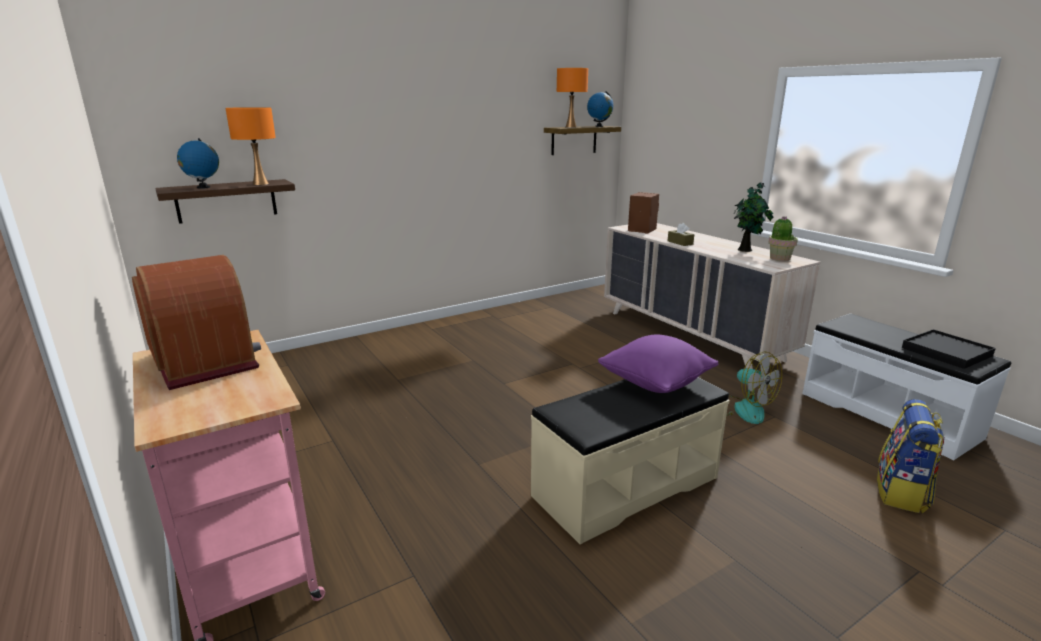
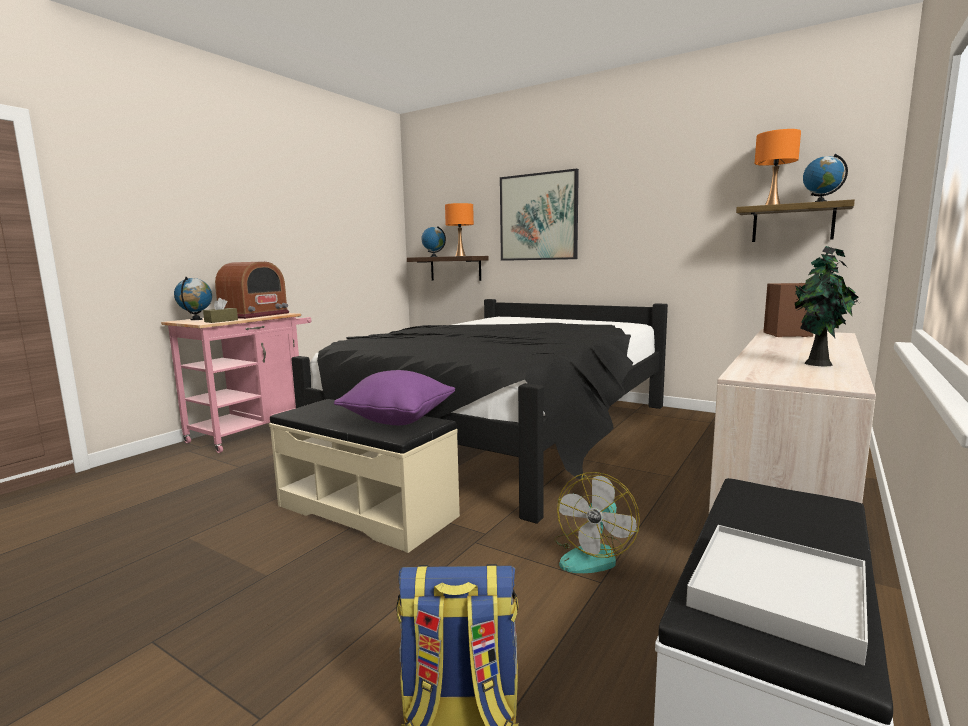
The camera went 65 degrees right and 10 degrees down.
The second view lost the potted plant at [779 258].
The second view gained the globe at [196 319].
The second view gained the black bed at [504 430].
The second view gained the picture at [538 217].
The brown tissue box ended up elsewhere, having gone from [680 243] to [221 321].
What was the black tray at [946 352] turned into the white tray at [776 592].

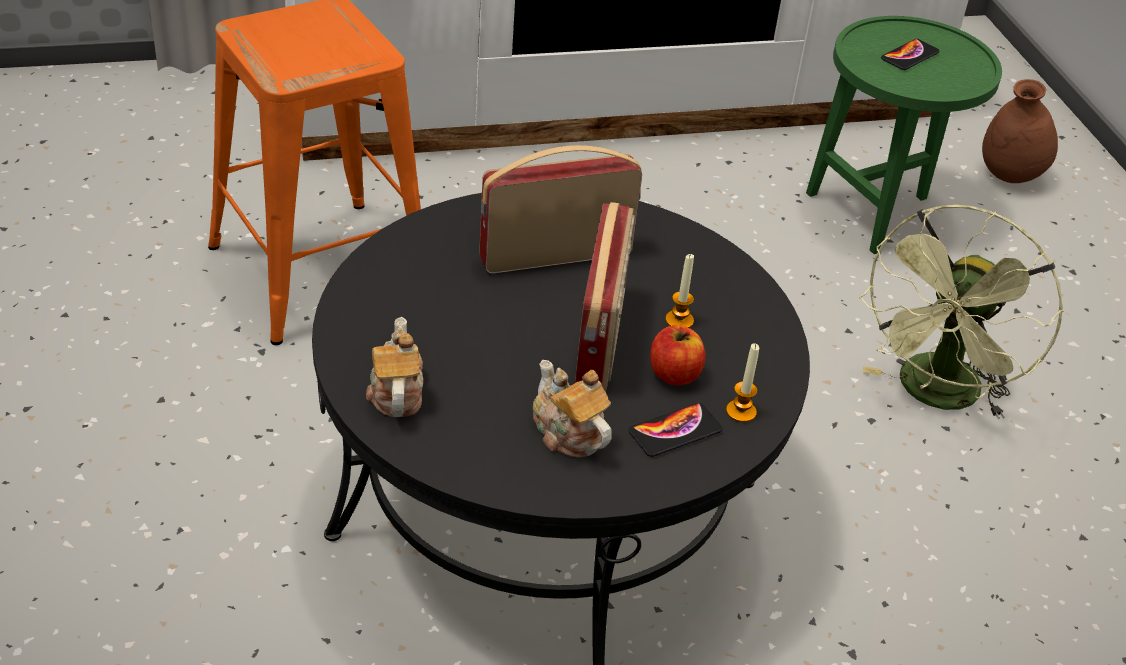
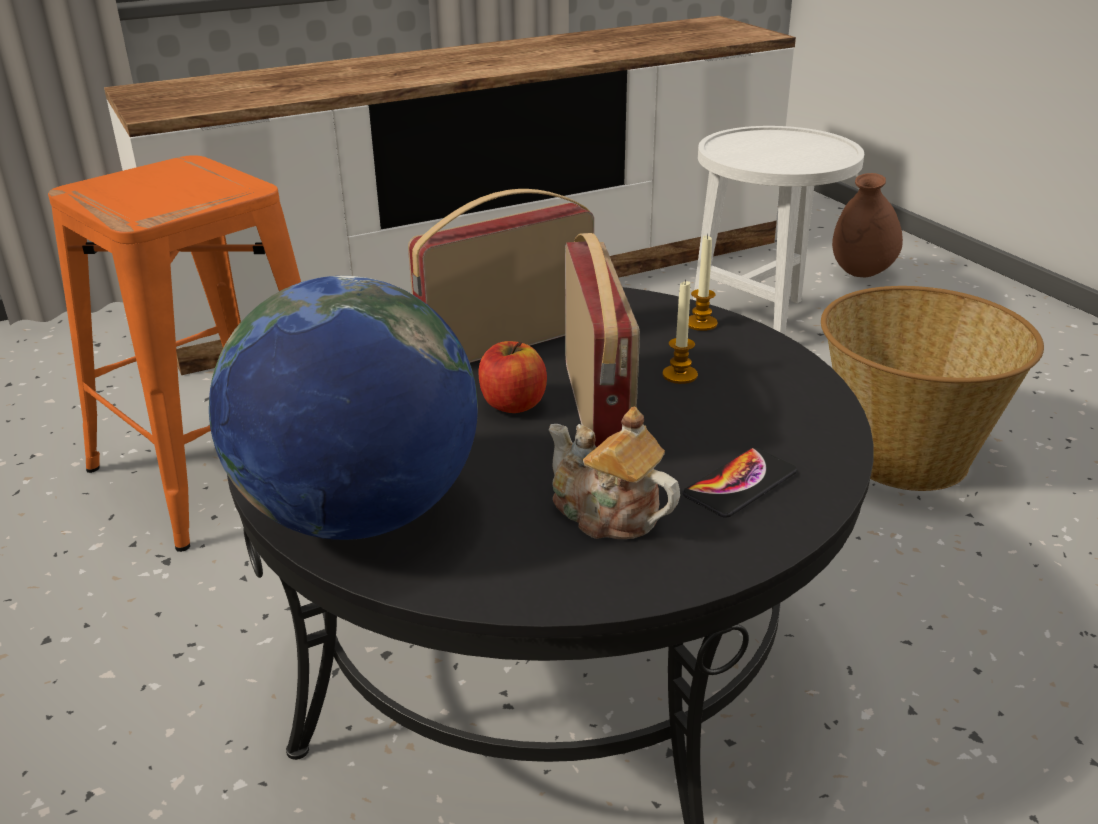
The camera went 10 degrees left and 10 degrees down.
The second view lost the phone at [909 56].
The apple ended up elsewhere, having gone from [674 374] to [513 404].
The candle ended up elsewhere, having gone from [741 412] to [701 323].
Where the teapot stood at [396 392], the globe came to stand at [359 514].
Where the green fan stood at [935 396], the basket came to stand at [905 455].
What was the green side table at [877 211] turned into the white side table at [763 317].

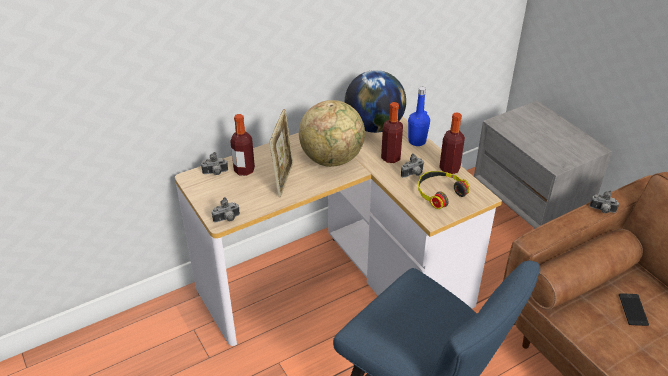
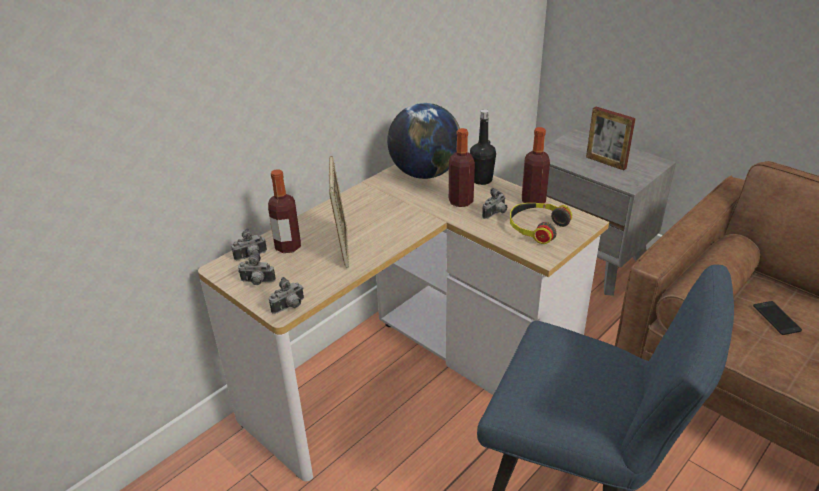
The camera went 15 degrees left and 5 degrees down.
The second view lost the globe at [332 159].
The second view gained the picture frame at [606 162].
The photo camera ended up elsewhere, having gone from [602 210] to [257 282].
What was the blue bottle at [417 141] turned into the black bottle at [481 180].

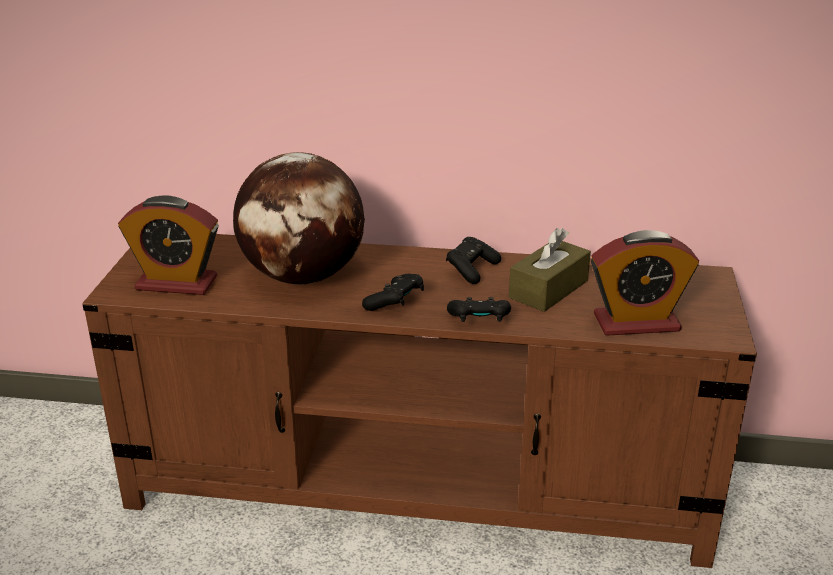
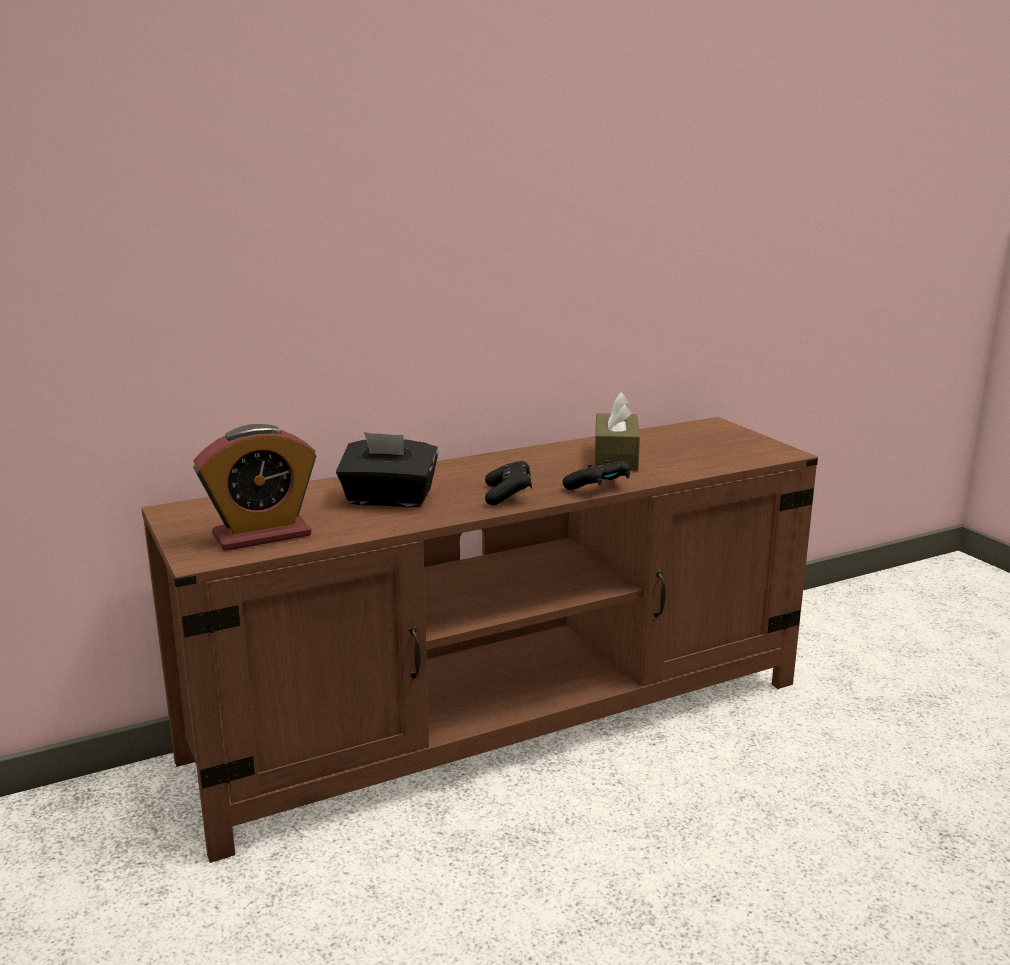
The camera went 35 degrees left and 10 degrees down.
The second view lost the black game controller at [471 270].
The second view lost the alarm clock at [636 323].
Where the globe stood at [303 277], the black tissue box came to stand at [389 499].

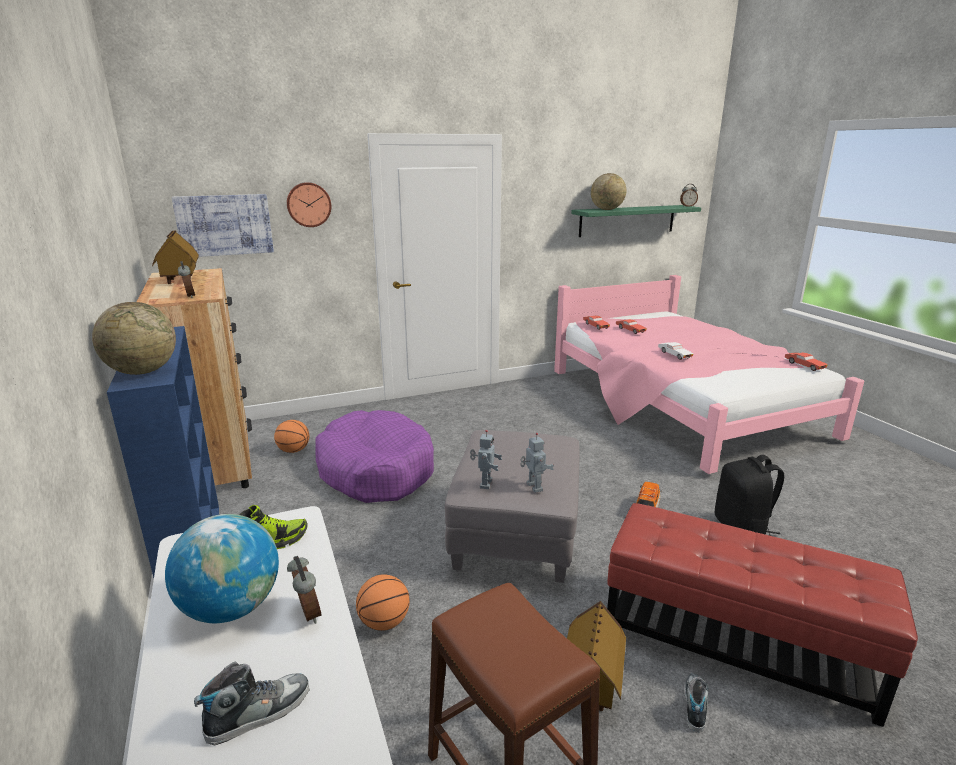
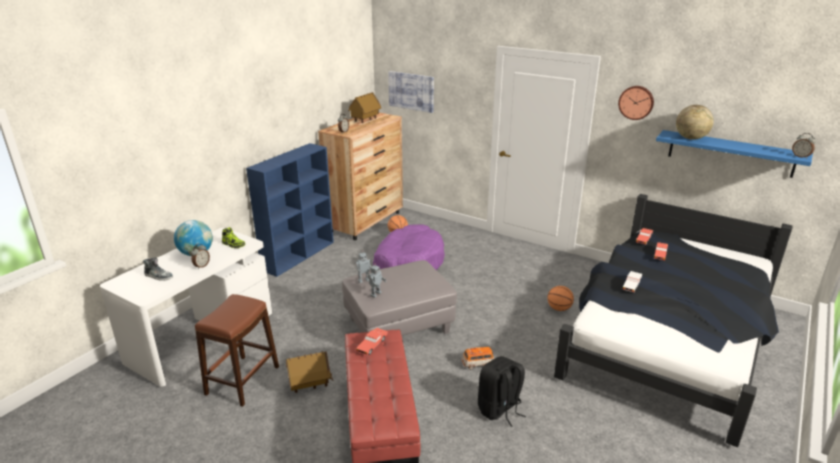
The camera went 55 degrees right and 5 degrees up.
The second view lost the globe at [142 372].
The second view lost the shoe at [694 705].
The wall clock ended up elsewhere, having gone from [308 204] to [636 102].
The basketball ended up elsewhere, having gone from [384 622] to [559 309].
The red toy car ended up elsewhere, having gone from [804 365] to [372 345].
What was the pink bed at [681 405] turned into the black bed at [668 340].
What was the green shelf at [627 220] turned into the blue shelf at [730 153].

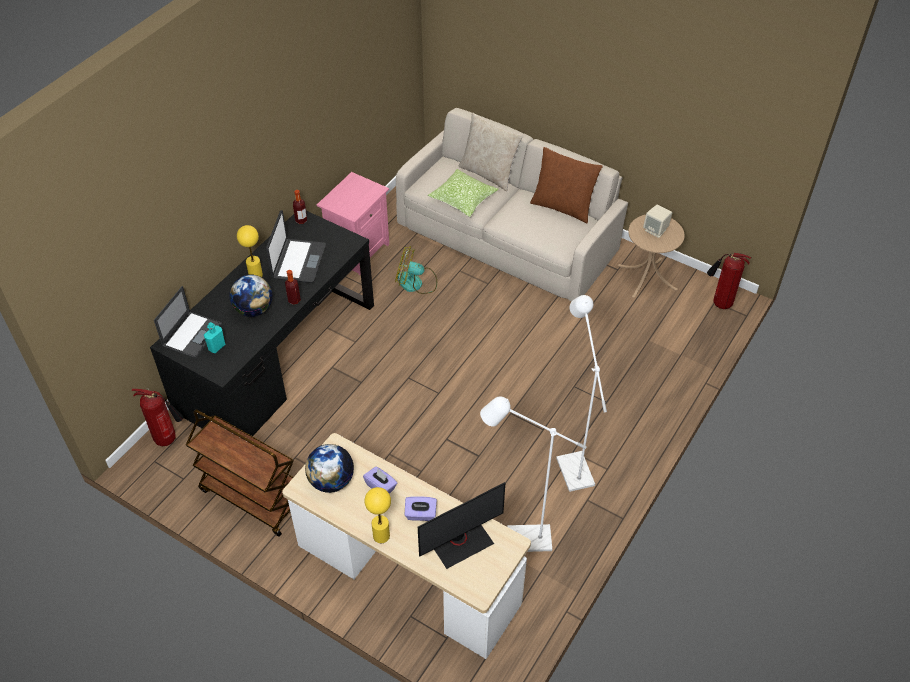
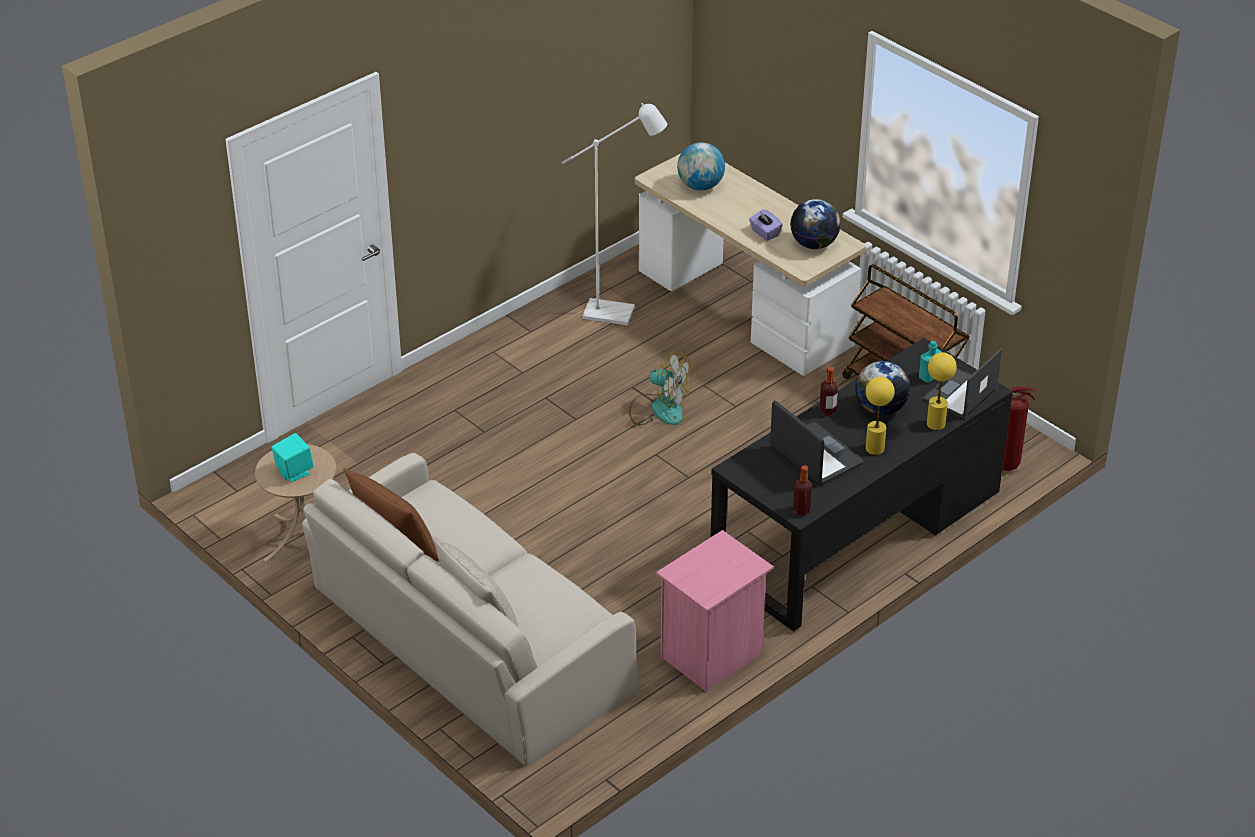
The camera went 165 degrees left and 10 degrees down.
The second view lost the purple tissue box at [420 514].
The second view lost the pillow at [463 199].
The second view lost the white floor lamp at [572 465].
The second view lost the fire extinguisher at [719 303].
The yellow table lamp ended up elsewhere, having gone from [381 536] to [935 424].
The fan ended up elsewhere, having gone from [416 283] to [659 409].
Where the monitor stood at [460 541], the globe came to stand at [700 186].
What was the beige speaker at [656 230] turned into the turquoise speaker at [294 472].
The laptop at [298 261] ended up facing another way, 120 degrees clockwise from before.

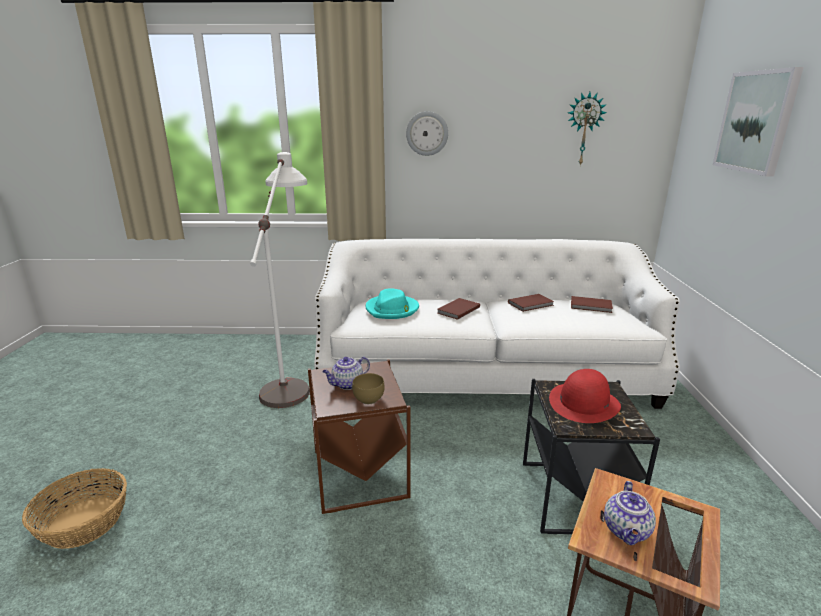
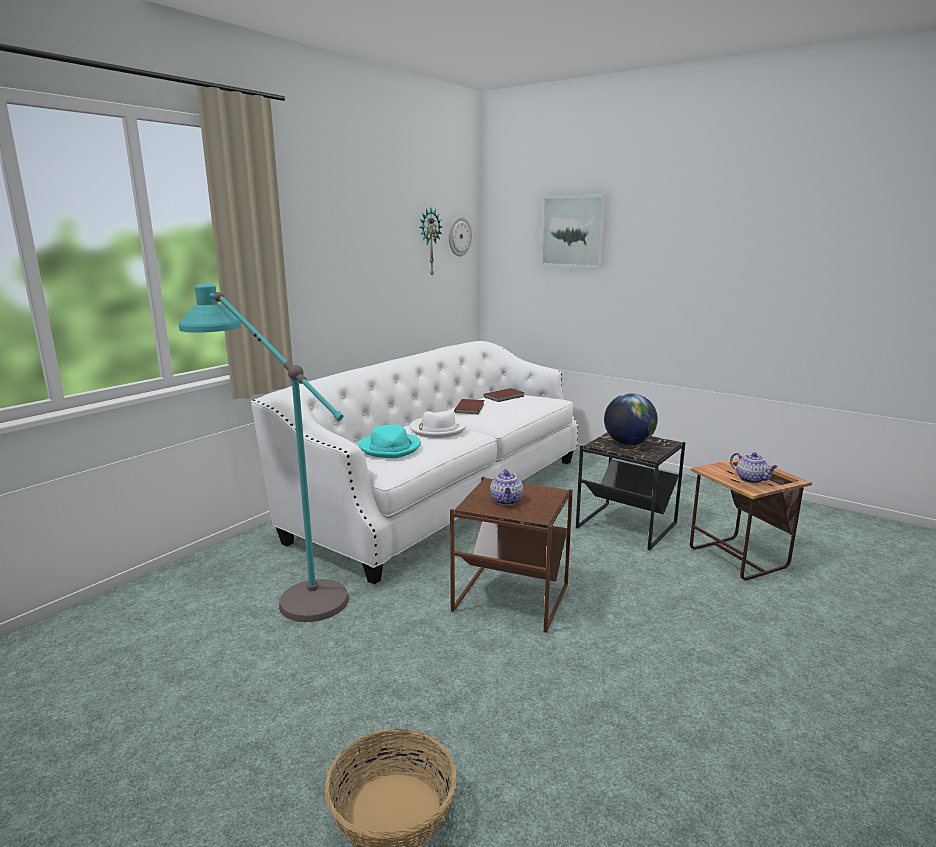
The camera went 55 degrees left and 5 degrees down.
The second view lost the brown bowl at [370 399].
The wall clock ended up elsewhere, having gone from [427 133] to [459 236].
Where the brown book stood at [457 310], the white hat came to stand at [437 429].
Where the red hat stood at [584 403], the globe came to stand at [628 443].
What was the white floor lamp at [292 375] turned into the turquoise floor lamp at [282 586].

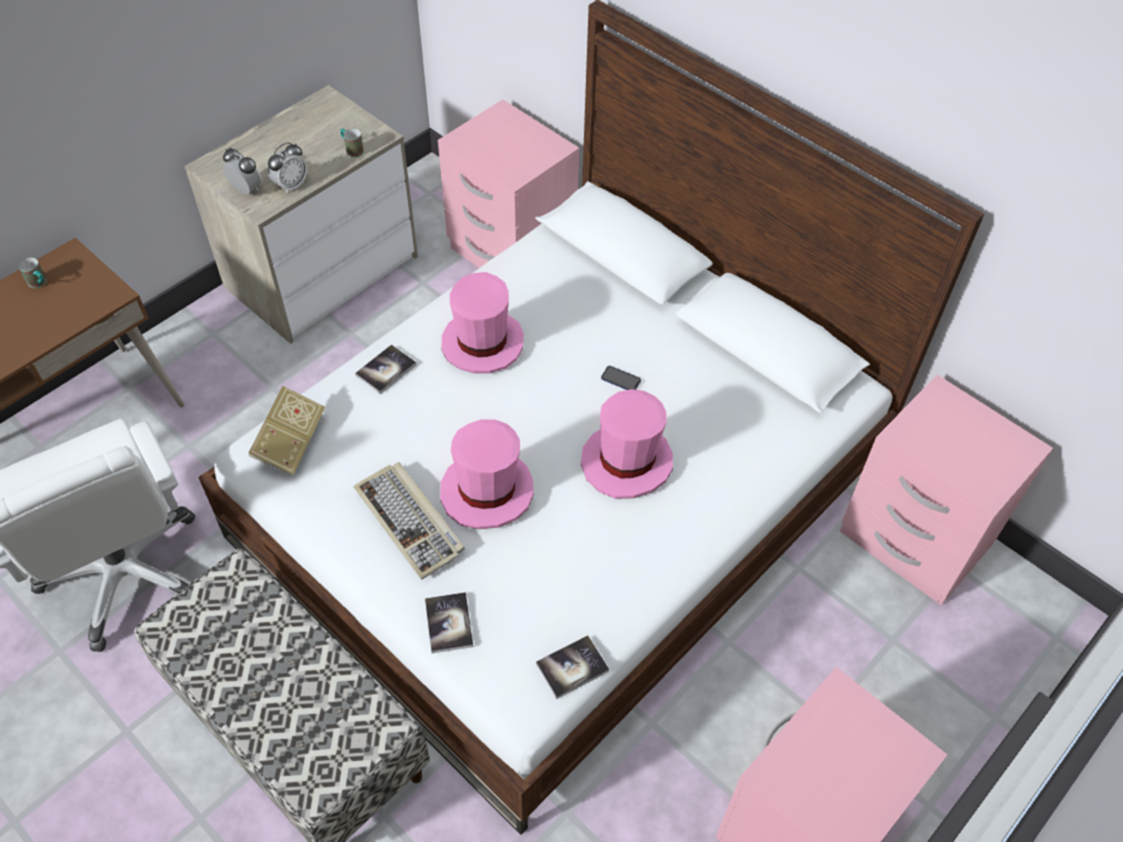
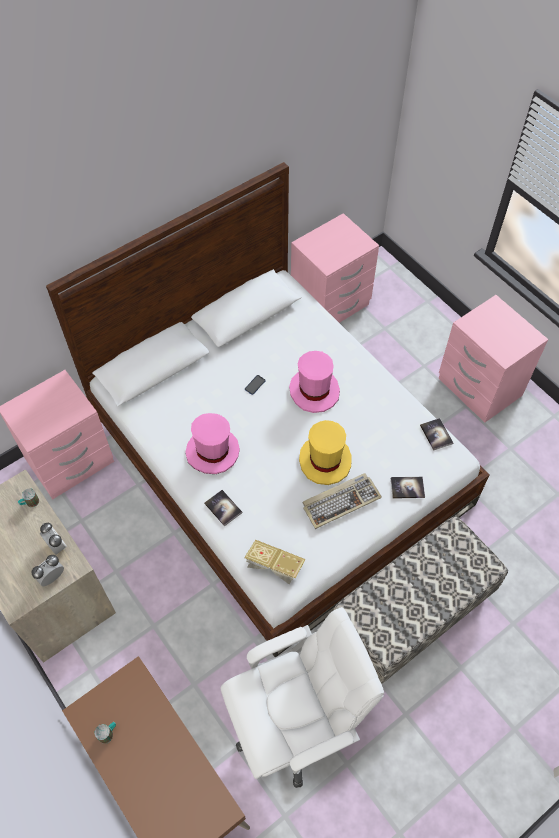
The camera went 80 degrees left and 5 degrees up.
What was the pink hat at [487 491] turned into the yellow hat at [325 460].

